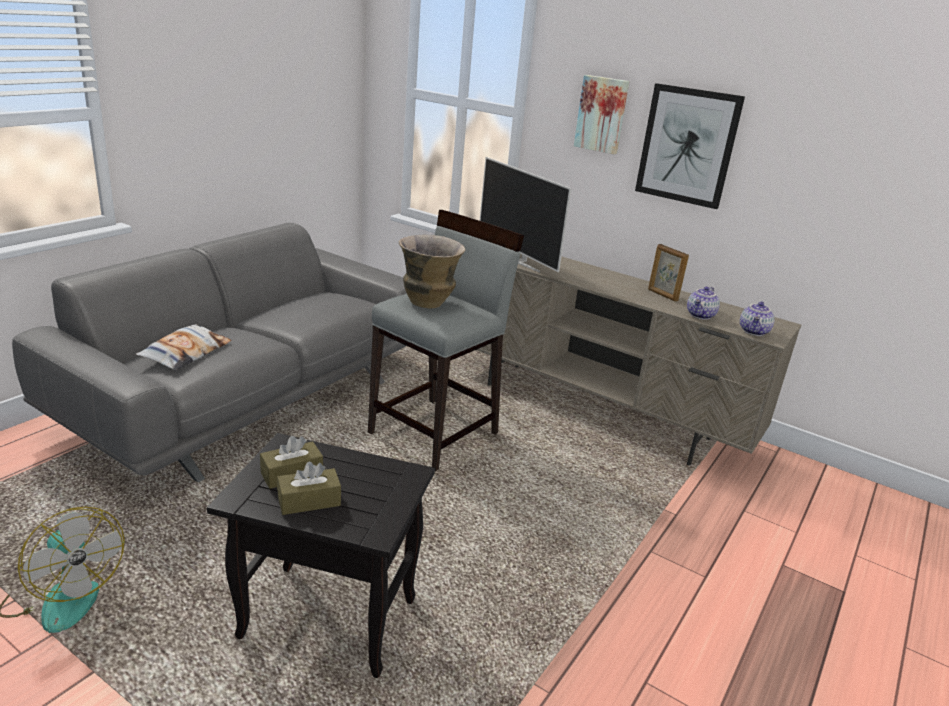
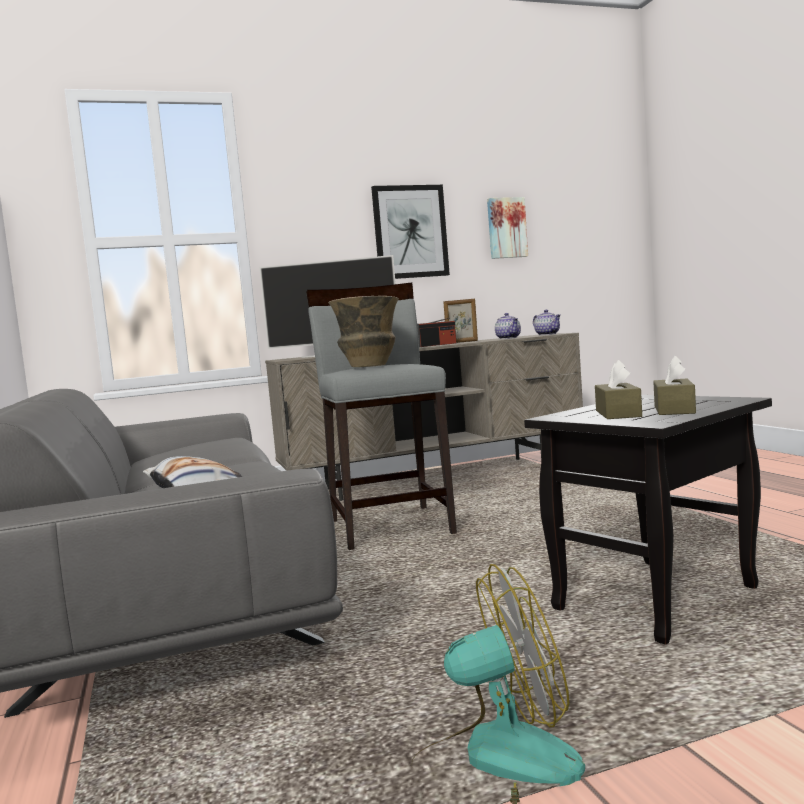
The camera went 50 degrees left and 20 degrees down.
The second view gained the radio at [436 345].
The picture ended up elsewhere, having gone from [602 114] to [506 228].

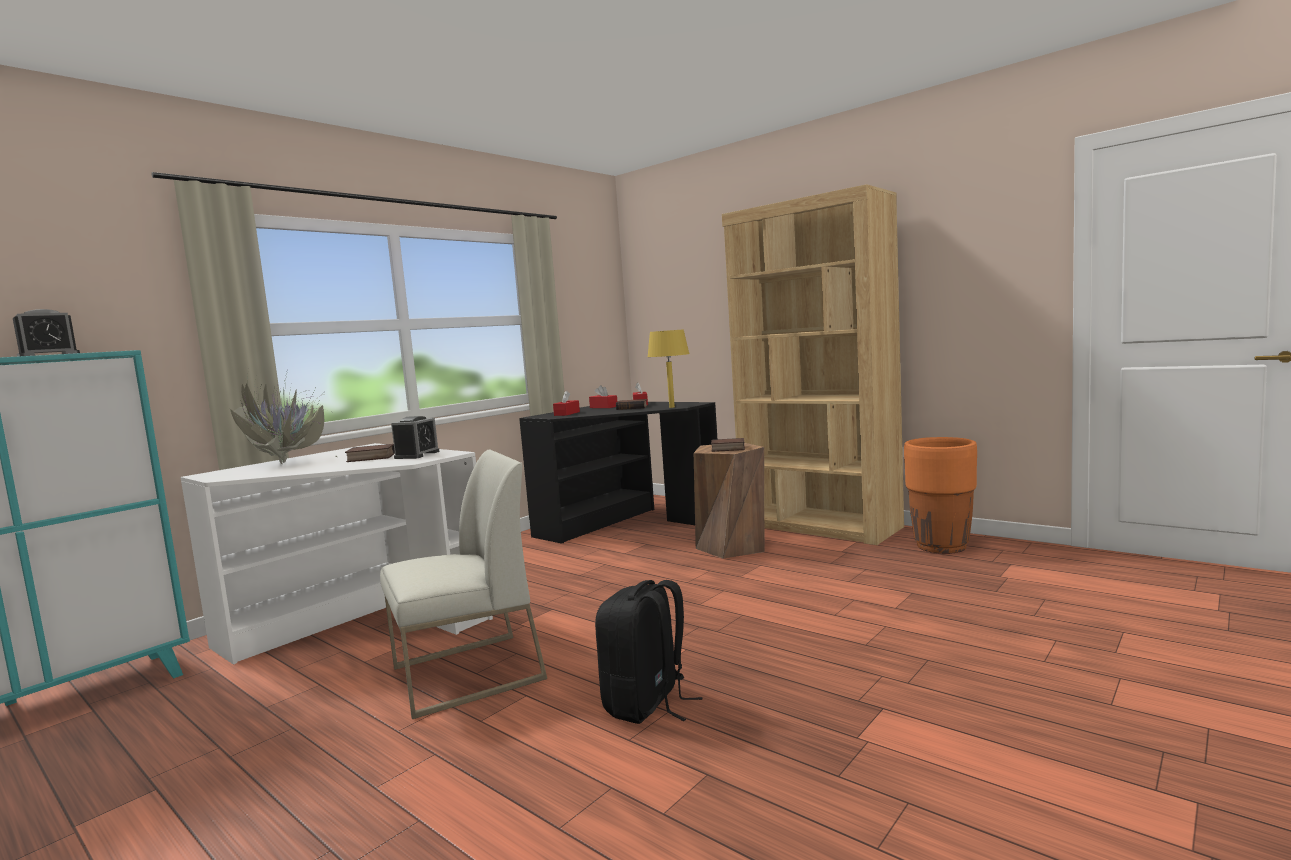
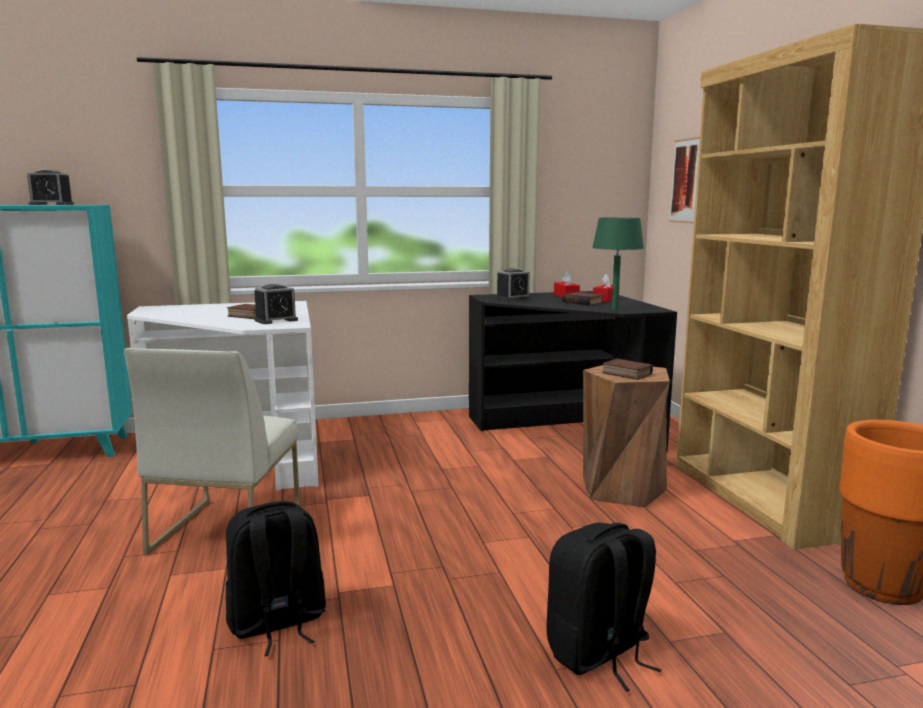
The camera went 35 degrees right and 5 degrees up.
The second view lost the potted plant at [287 463].
The second view gained the black backpack at [599 654].
The second view gained the picture at [687 181].
Where the red tissue box stood at [567 413], the alarm clock came to stand at [513 298].
What was the yellow table lamp at [672 407] turned into the green table lamp at [614 309].
The white chair at [466 674] ended up facing another way, 90 degrees clockwise from before.

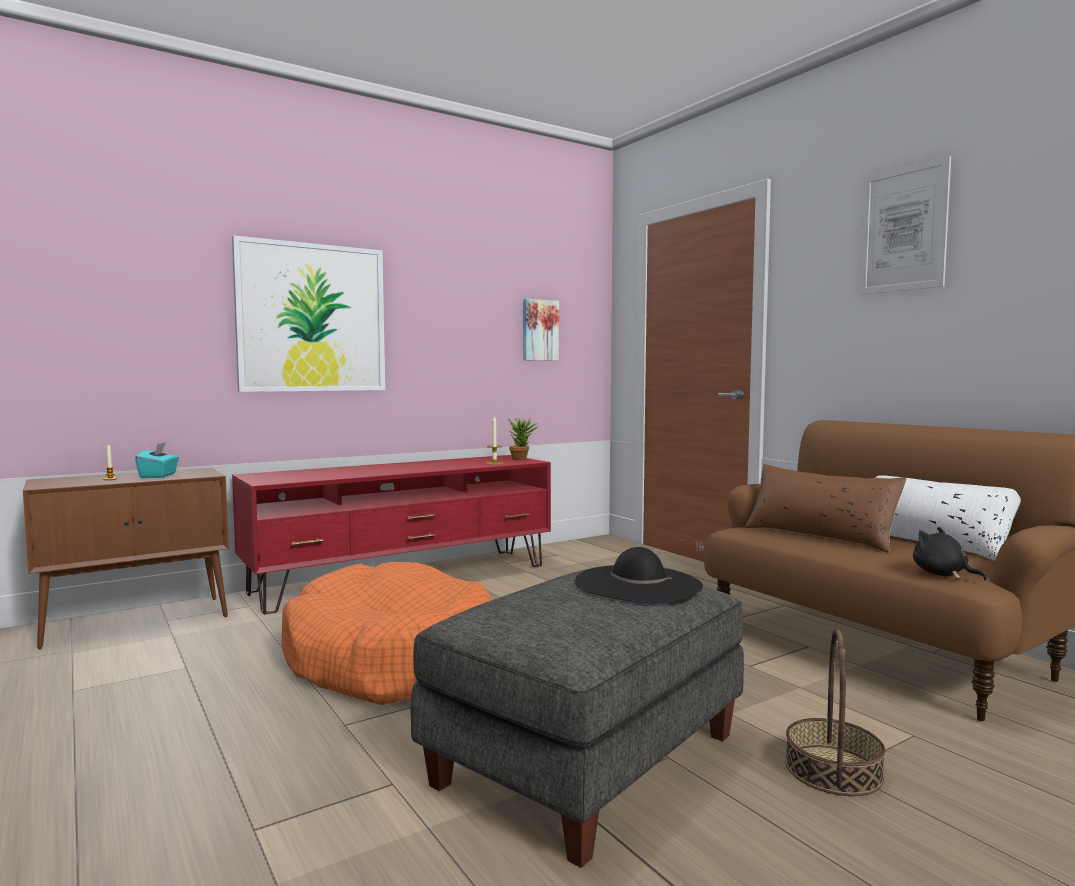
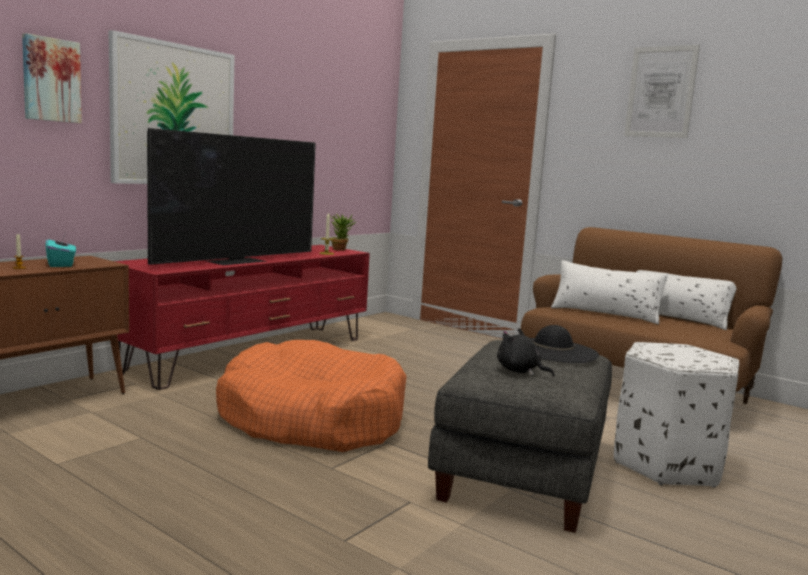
The camera went 20 degrees left and 5 degrees up.
The second view gained the television at [237 261].
The picture ended up elsewhere, having gone from [539 330] to [51 80].
The black plush toy ended up elsewhere, having gone from [942 575] to [520 371].
Where the basket stood at [832 770], the white ottoman came to stand at [666 464].
What was the brown pillow at [819 536] turned into the white pillow at [605 313].

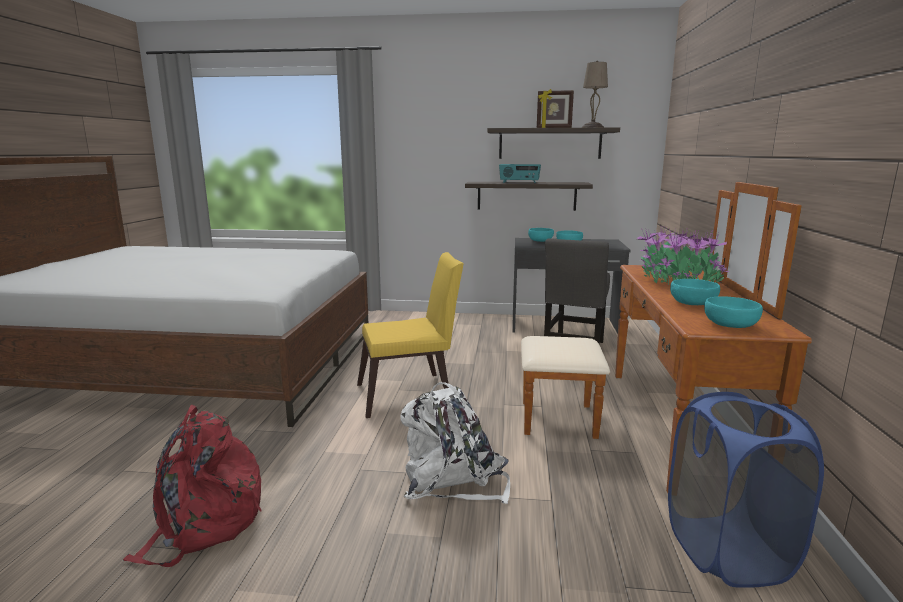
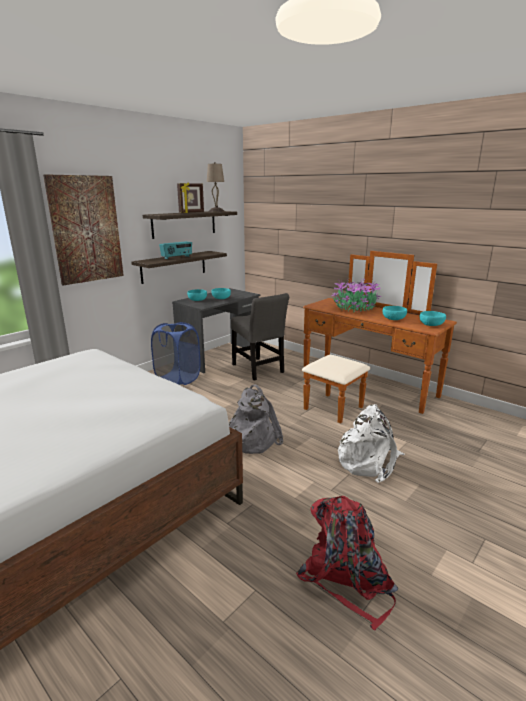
The camera went 55 degrees left and 5 degrees up.
The second view gained the picture at [86 229].
The blue laundry basket ended up elsewhere, having gone from [727 551] to [177 379].
Where the yellow chair stood at [411 395], the grey backpack came to stand at [251 439].

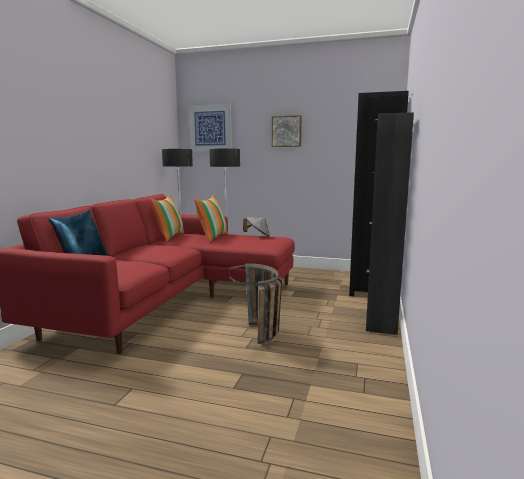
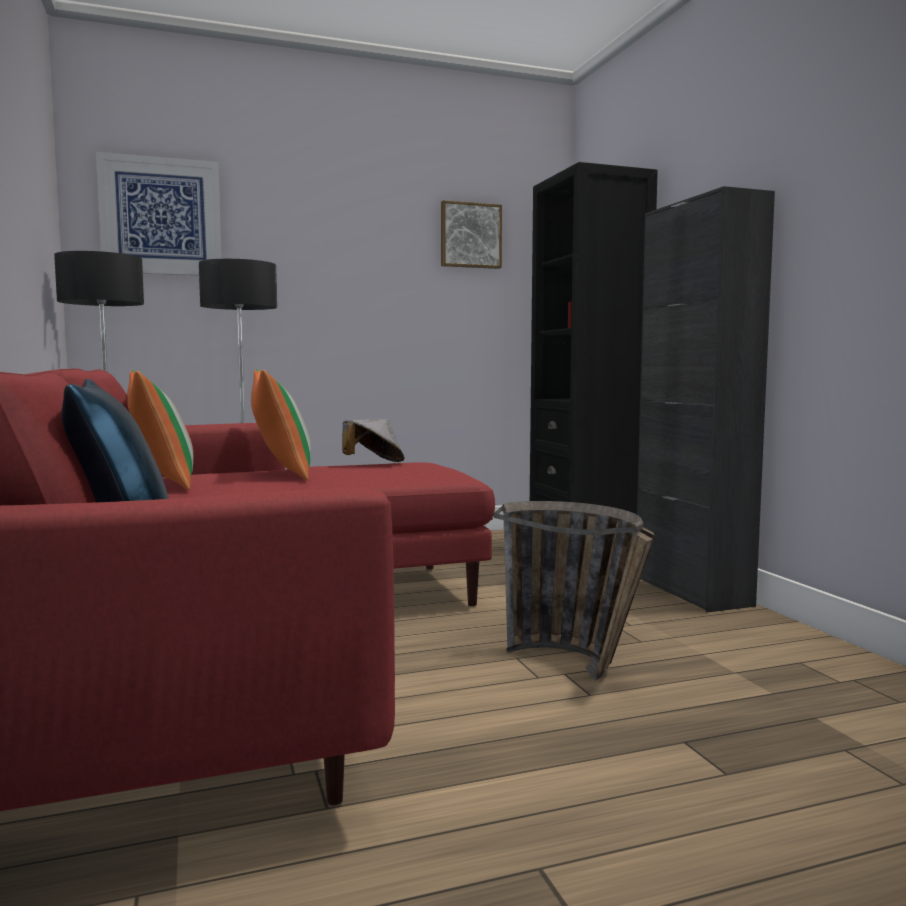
The camera went 35 degrees left and 5 degrees down.
The picture ended up elsewhere, having gone from [286 131] to [470 236].

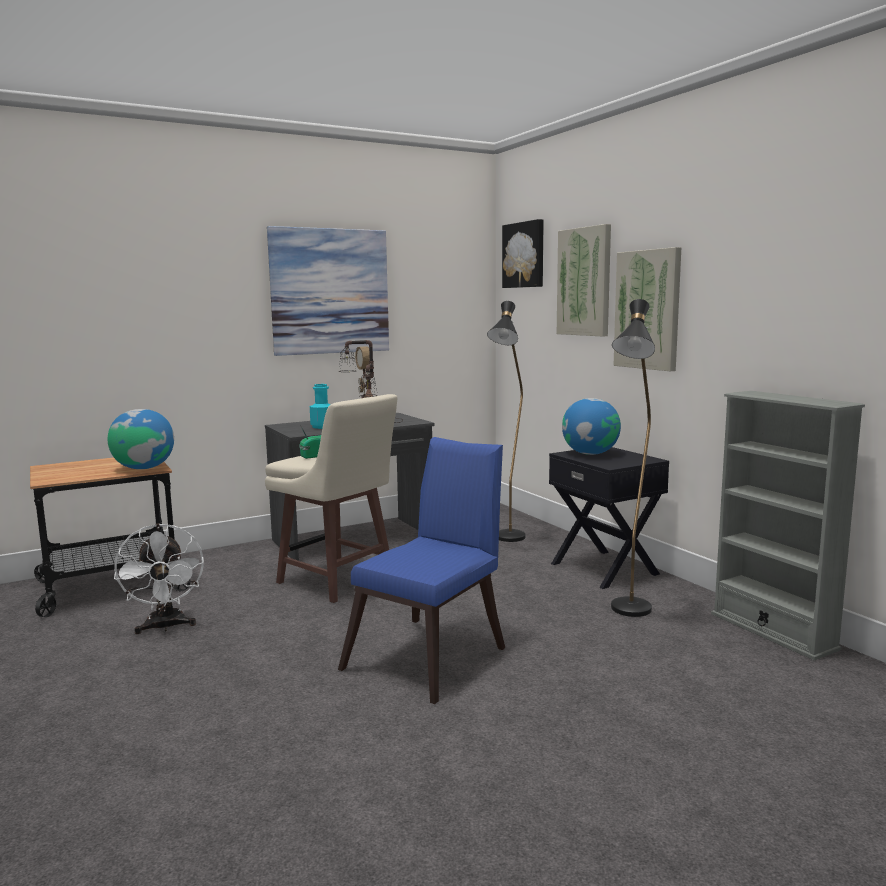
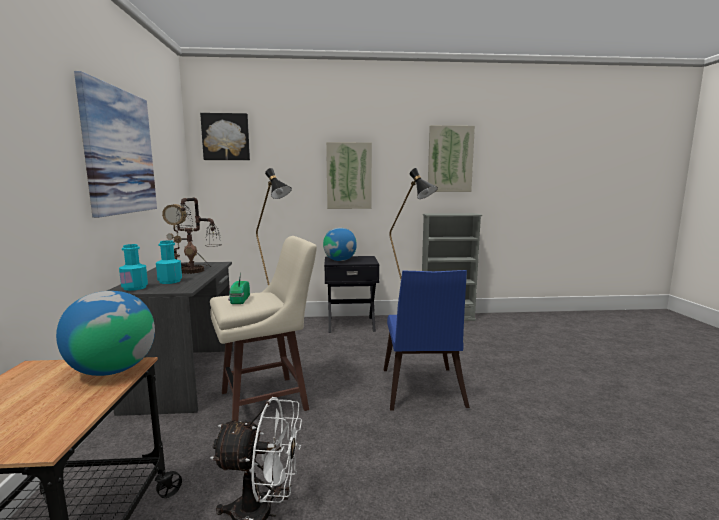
The camera went 65 degrees left and 0 degrees up.
The second view gained the turquoise bottle at [135 288].
The picture ended up elsewhere, having gone from [584 282] to [450 159].
The blue chair at [432 654] ended up facing another way, 150 degrees counterclockwise from before.

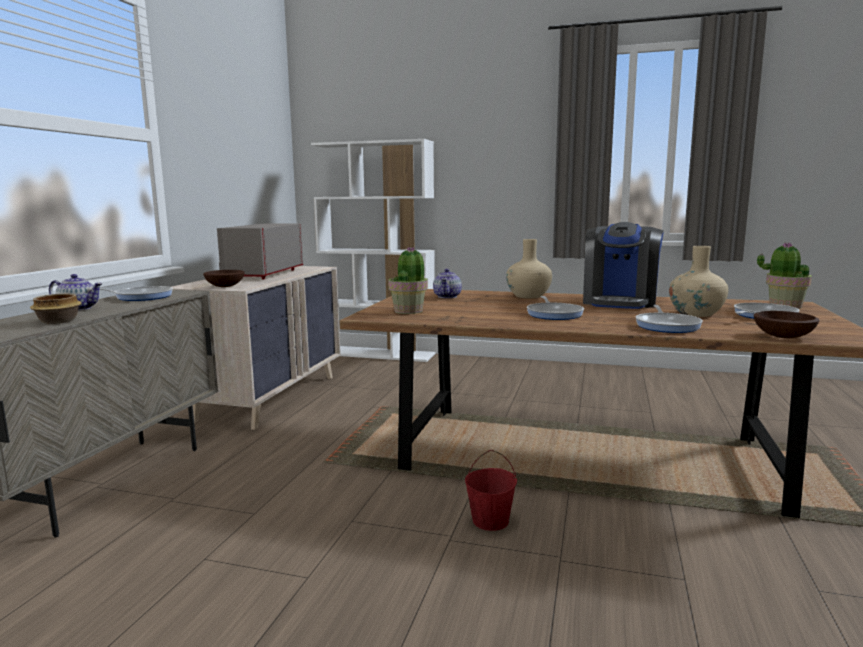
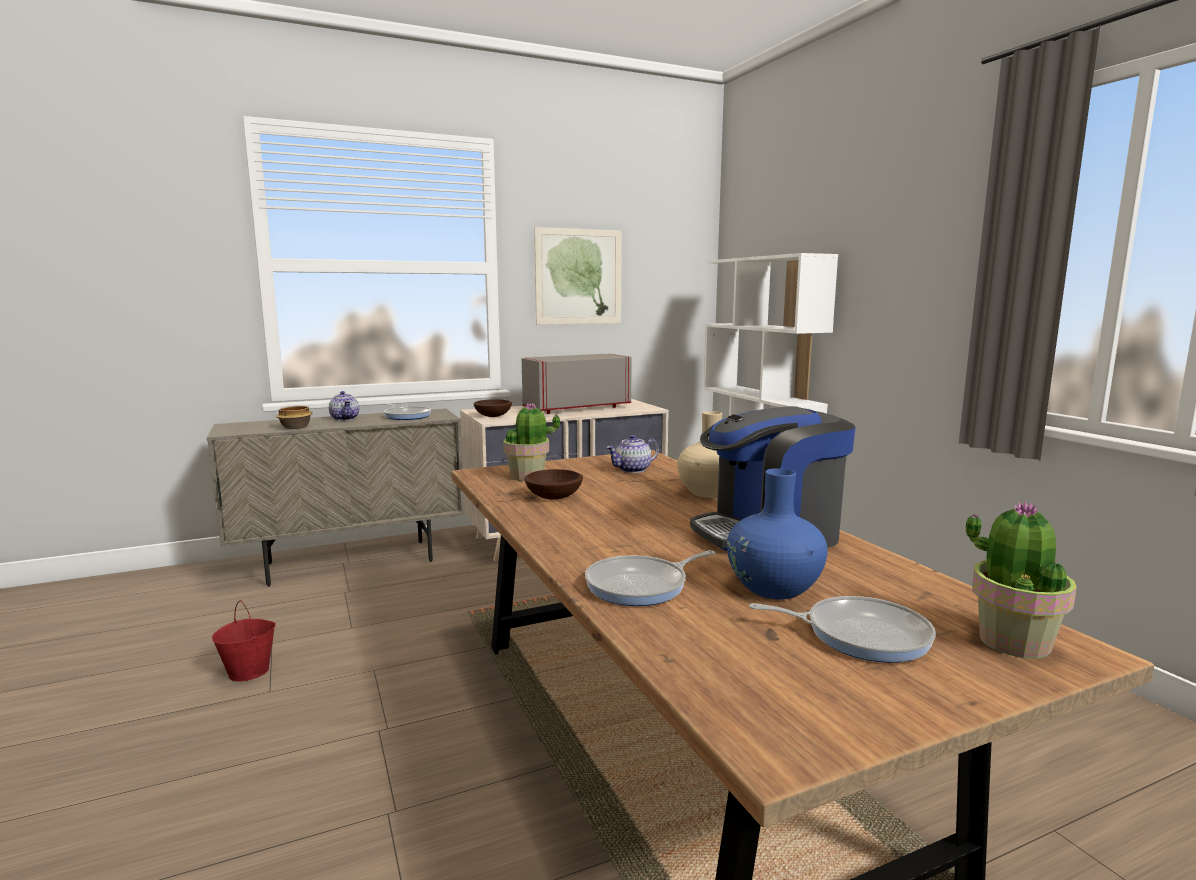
The camera went 50 degrees right and 0 degrees up.
The second view lost the frying pan at [554 314].
The second view gained the picture at [578 277].
The red bucket ended up elsewhere, having gone from [490 521] to [249 671].
The brown bowl ended up elsewhere, having gone from [783 336] to [555 497].
What was the beige vase at [696 314] turned into the blue vase at [773 588].

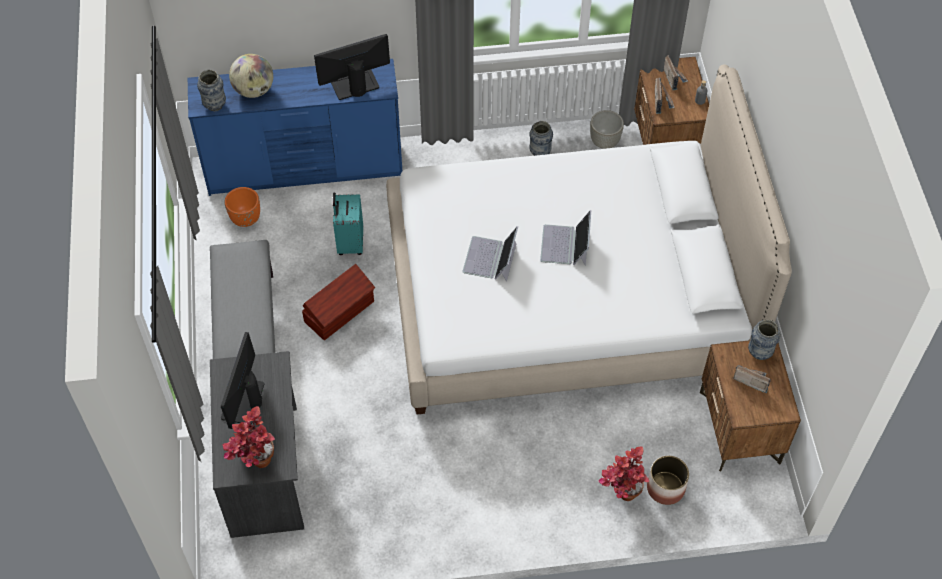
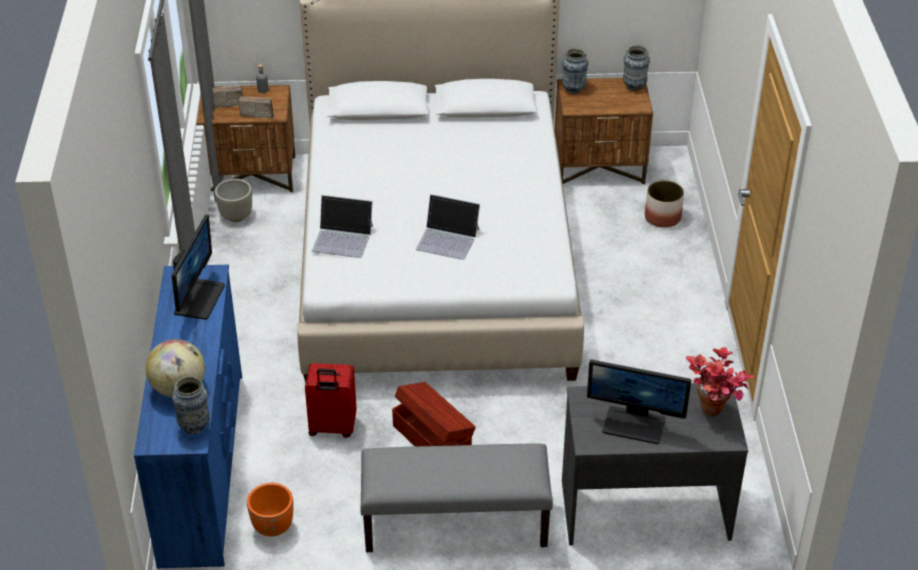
The camera went 85 degrees left and 15 degrees down.
The second view lost the potted plant at [620 494].
The second view lost the radio at [751 379].
The vase ended up elsewhere, having gone from [540 152] to [634 86].
The laptop ended up elsewhere, having gone from [565 245] to [343 238].
What was the turquoise suitcase at [349 243] turned into the red suitcase at [332 428].
The monitor at [354 85] ended up facing another way, 150 degrees counterclockwise from before.

